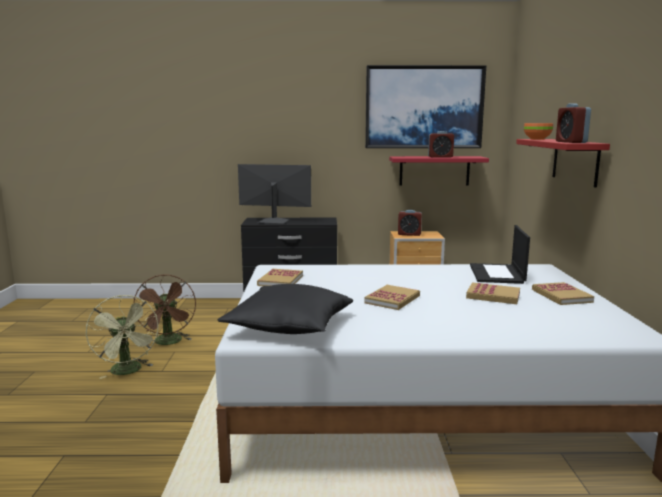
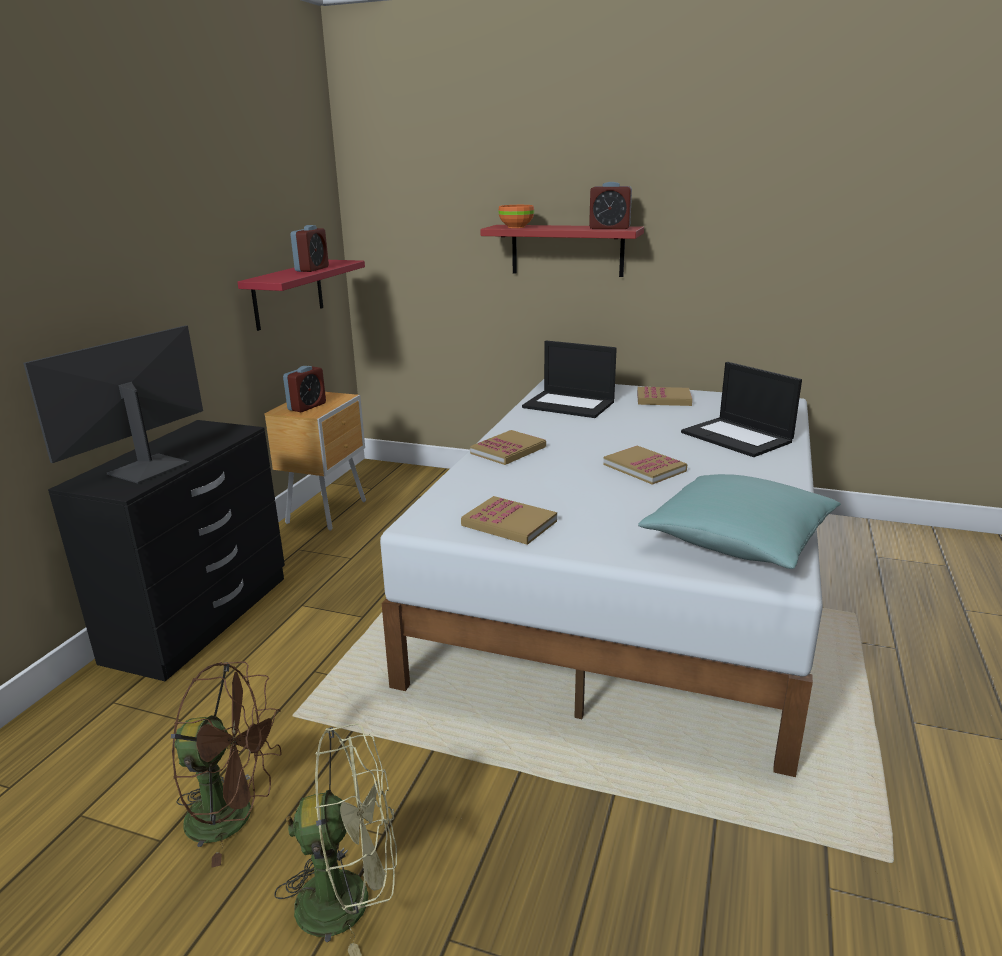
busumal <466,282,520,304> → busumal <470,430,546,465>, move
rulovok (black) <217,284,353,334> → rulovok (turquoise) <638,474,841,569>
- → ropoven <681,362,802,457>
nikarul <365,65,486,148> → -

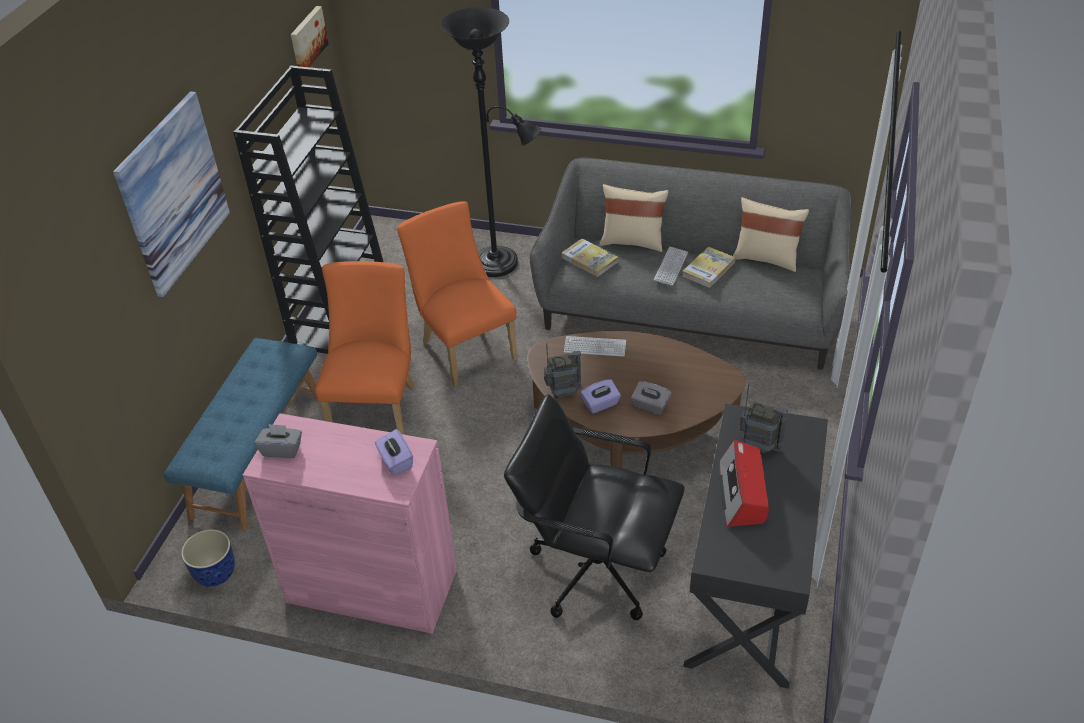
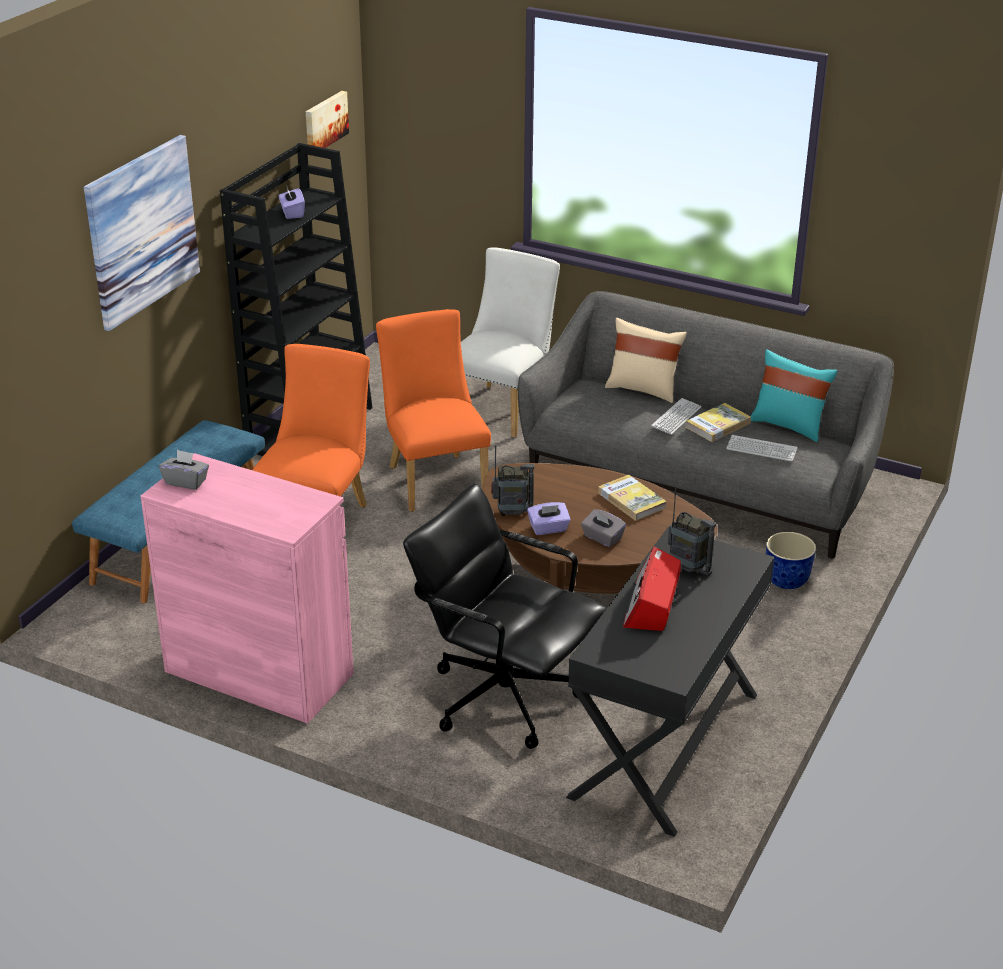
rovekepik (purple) <375,429,413,475> → rovekepik (purple) <279,185,305,219>, move
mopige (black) <440,7,541,277> → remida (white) <461,248,560,438>
busumal <562,238,618,277> → busumal <598,475,667,521>, move
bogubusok <564,336,626,357> → bogubusok <726,435,797,462>, move
rulovok (beige) <733,197,809,272> → rulovok (turquoise) <751,349,838,442>
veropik <181,529,235,587> → veropik <766,532,816,589>, move

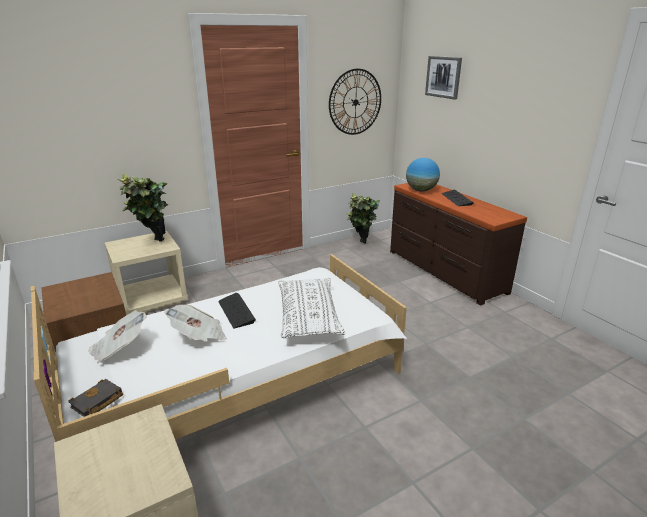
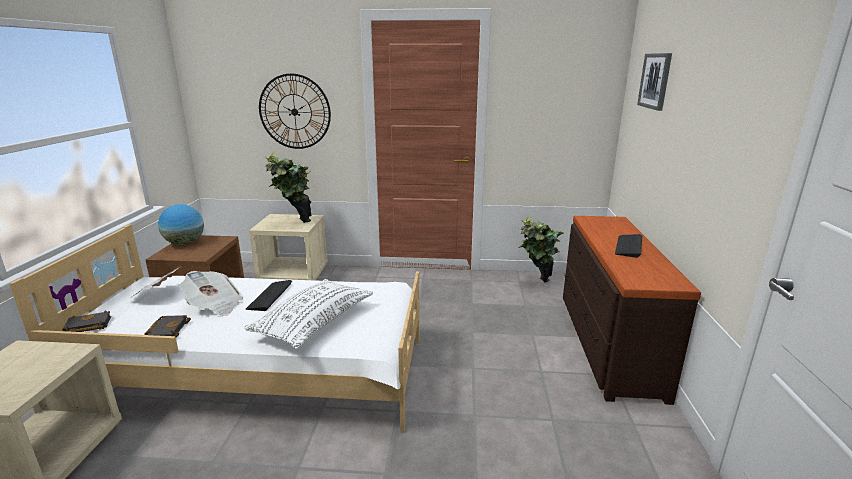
- → busumal (black) <144,315,191,337>
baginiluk <406,158,440,191> → baginiluk <158,204,204,245>, move
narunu <329,69,381,135> → narunu <259,73,331,149>, move

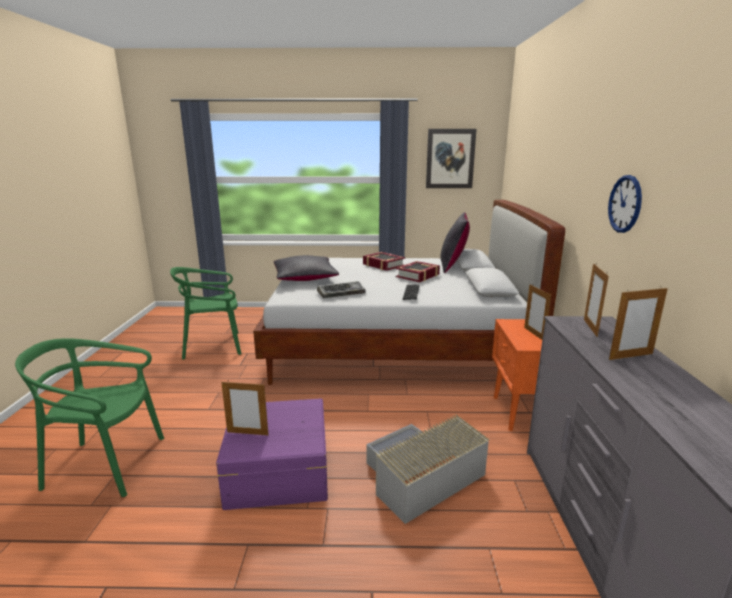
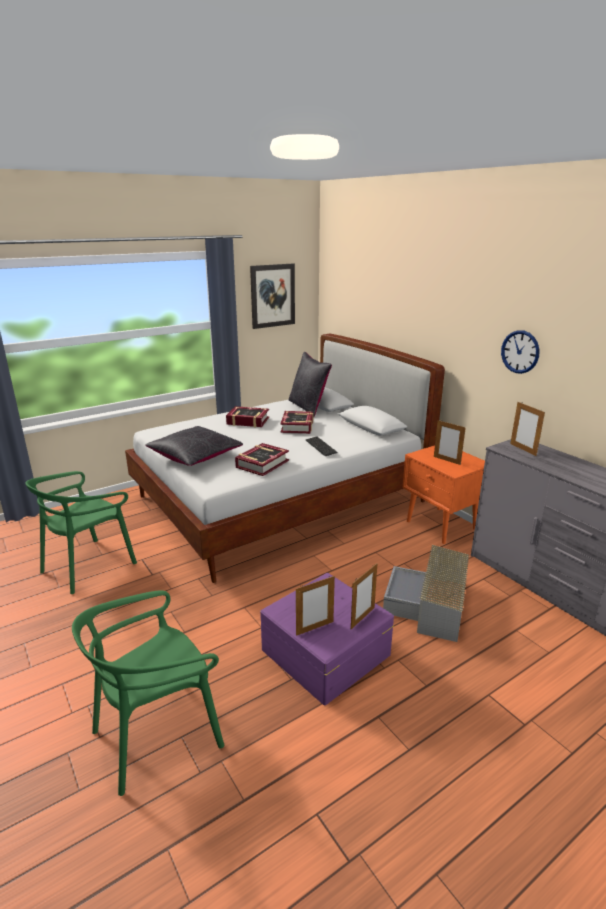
bogubusok <317,281,365,298> → busumal <235,443,289,476>
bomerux <609,286,668,360> → bomerux <351,563,378,629>, move

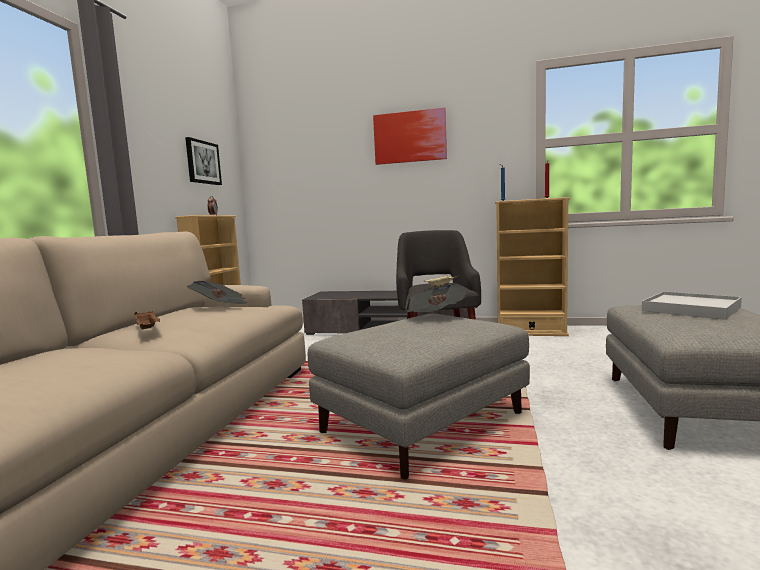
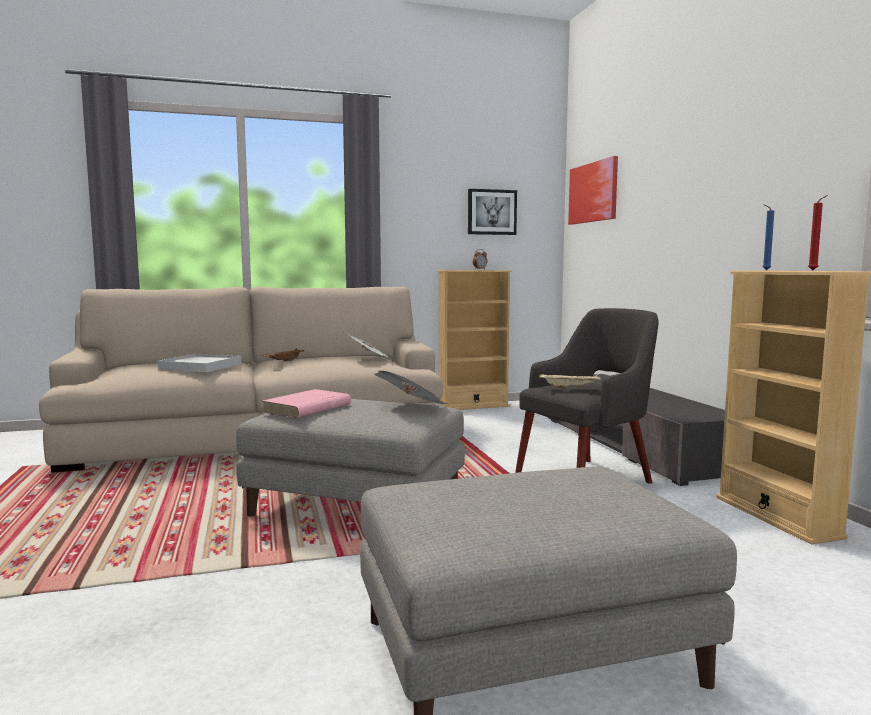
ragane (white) <642,291,742,320> → ragane (white) <158,354,241,372>, move
- → busumal (pink) <263,389,351,418>
nikarul <373,108,447,165> → nikarul <568,156,618,225>, move

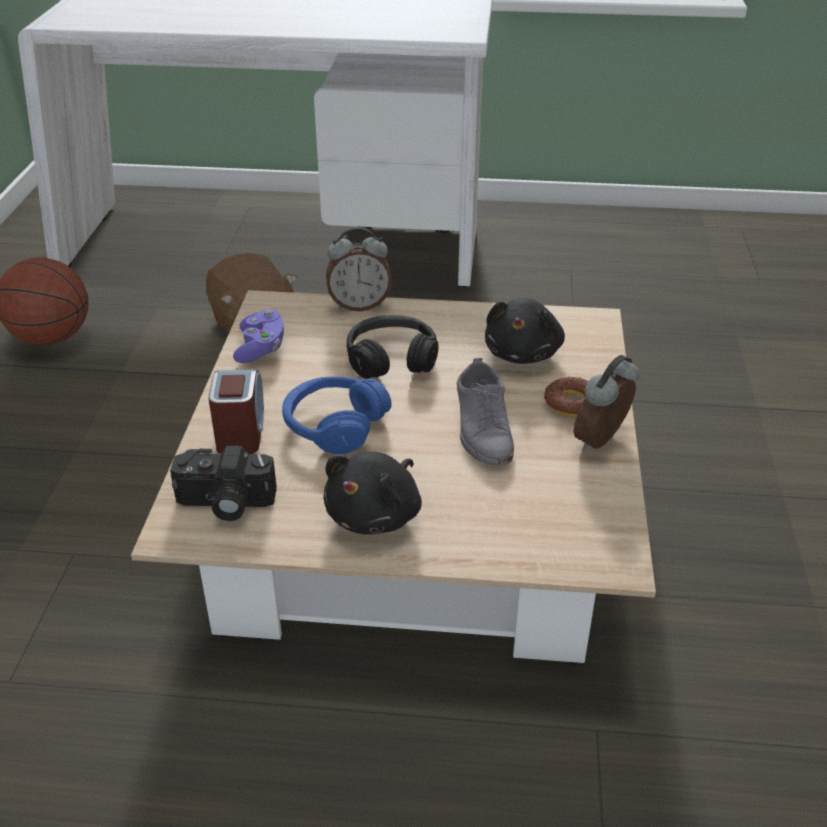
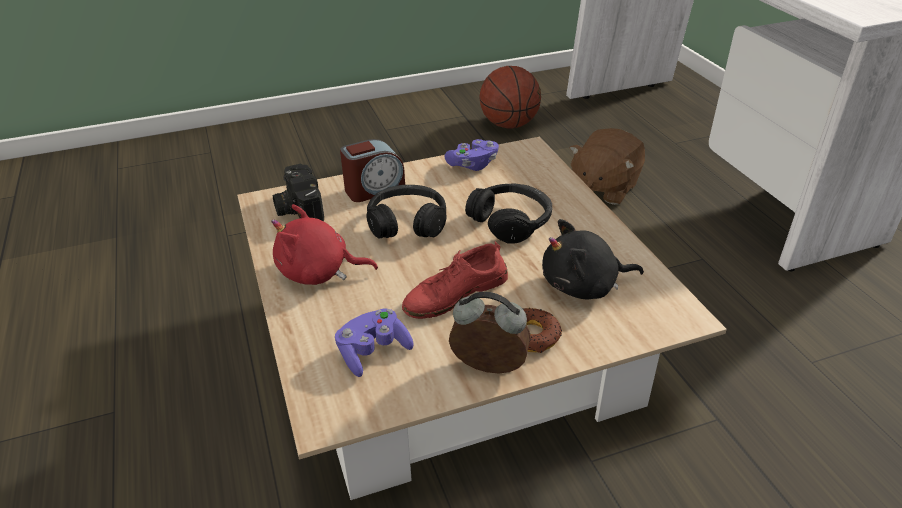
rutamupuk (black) <323,451,422,534> → rutamupuk (red) <271,204,378,285>
- → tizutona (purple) <335,308,414,377>
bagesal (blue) <282,376,392,454> → bagesal (black) <366,185,446,238>
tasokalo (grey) <457,358,514,465> → tasokalo (red) <402,242,508,319>
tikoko <326,227,392,312> → -

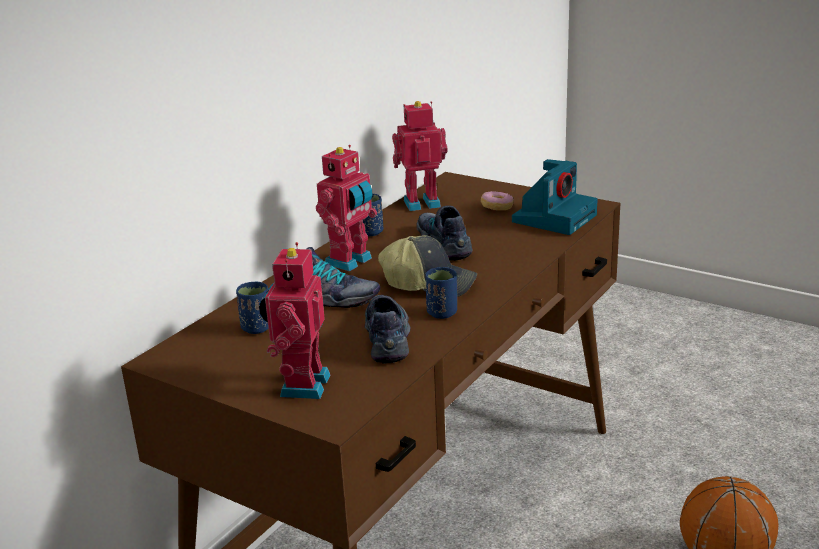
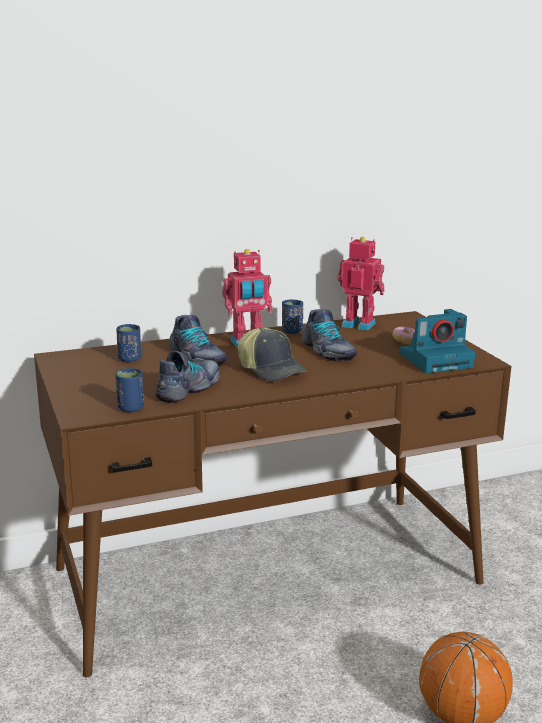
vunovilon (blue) <425,267,457,319> → vunovilon (blue) <115,368,144,412>, move
tasokalo <416,206,472,261> → tasokalo <302,309,358,362>, 135 degrees clockwise
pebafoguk <259,242,330,399> → -

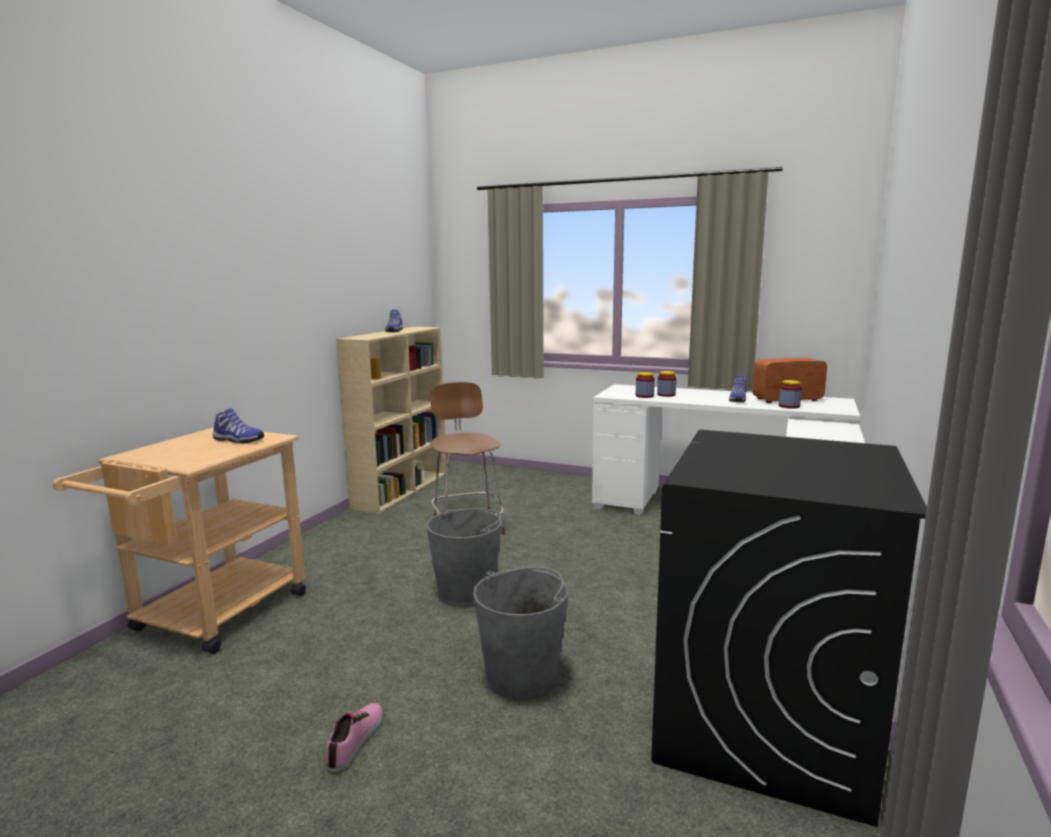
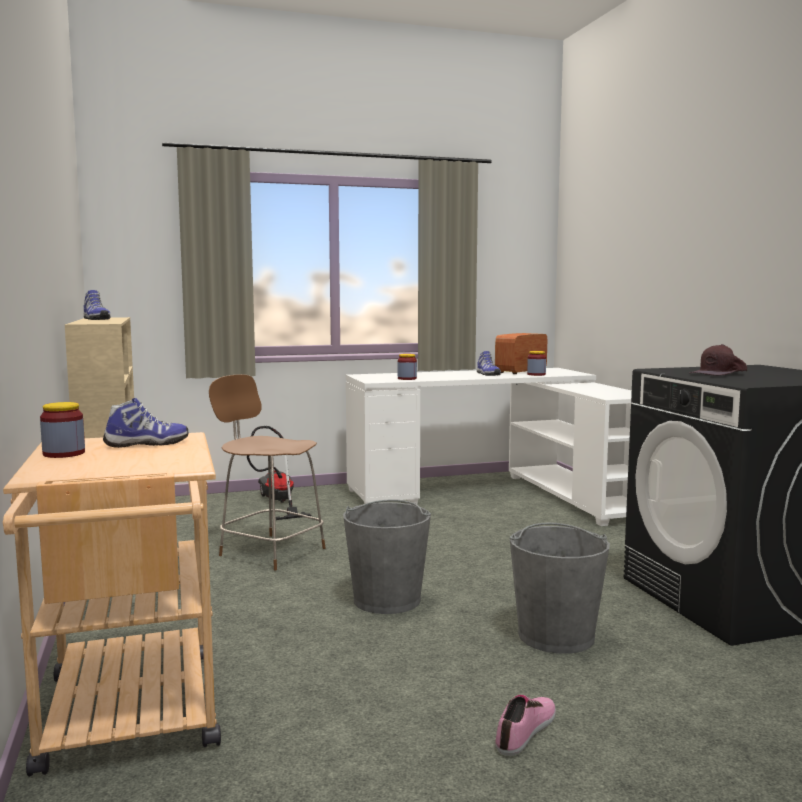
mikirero <657,371,676,397> → mikirero <40,402,85,458>, move
- → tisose <247,426,311,520>
tasokalo <325,703,383,772> → tasokalo <495,695,556,756>, 60 degrees clockwise
- → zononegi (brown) <689,344,747,376>

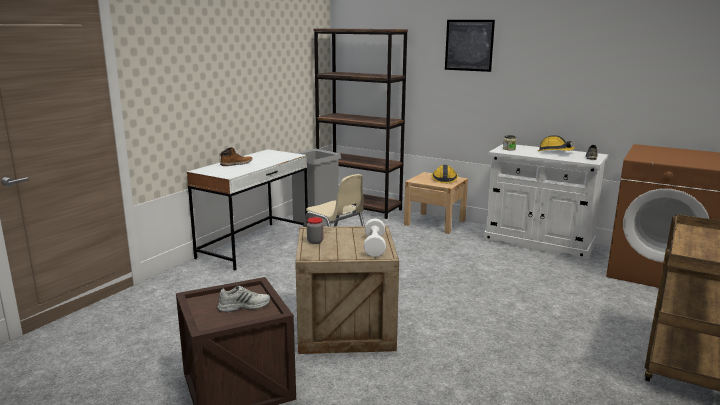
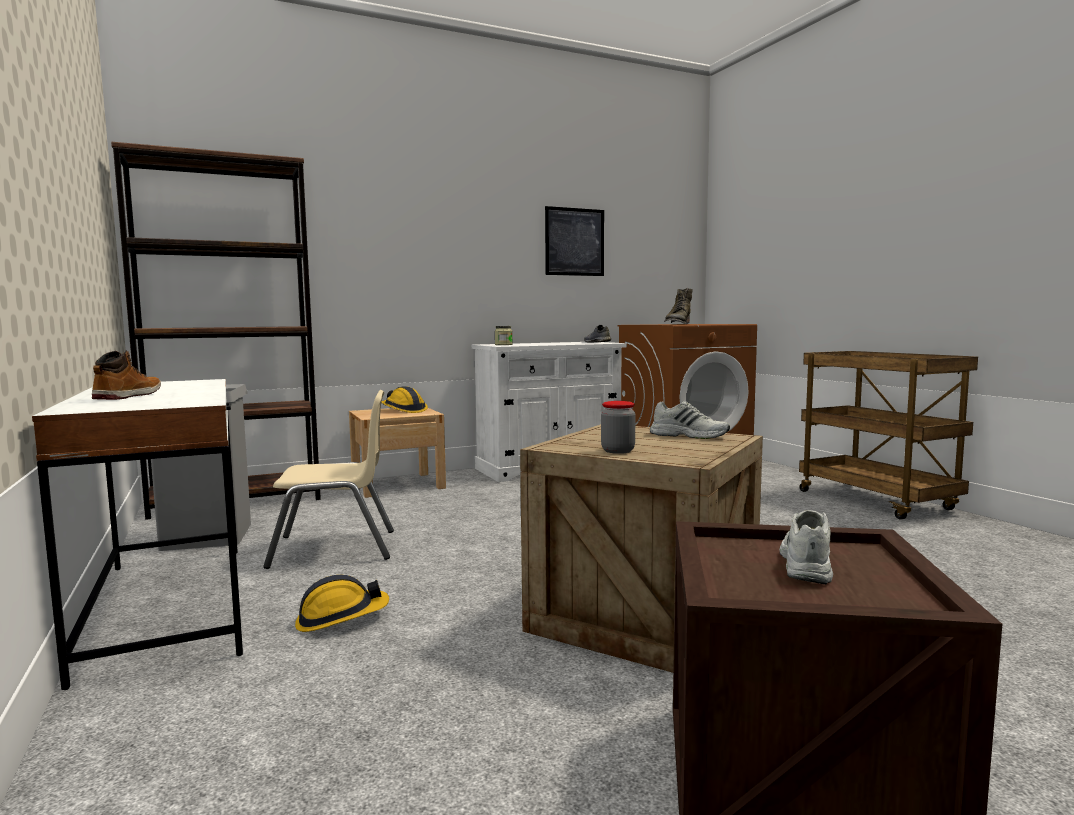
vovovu <538,135,575,151> → vovovu <295,575,389,632>, move
nikarul <445,20,495,72> → nikarul <545,206,604,276>, move
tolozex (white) <364,218,386,257> → tasokalo (white) <650,401,730,439>
- → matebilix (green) <664,288,693,324>

